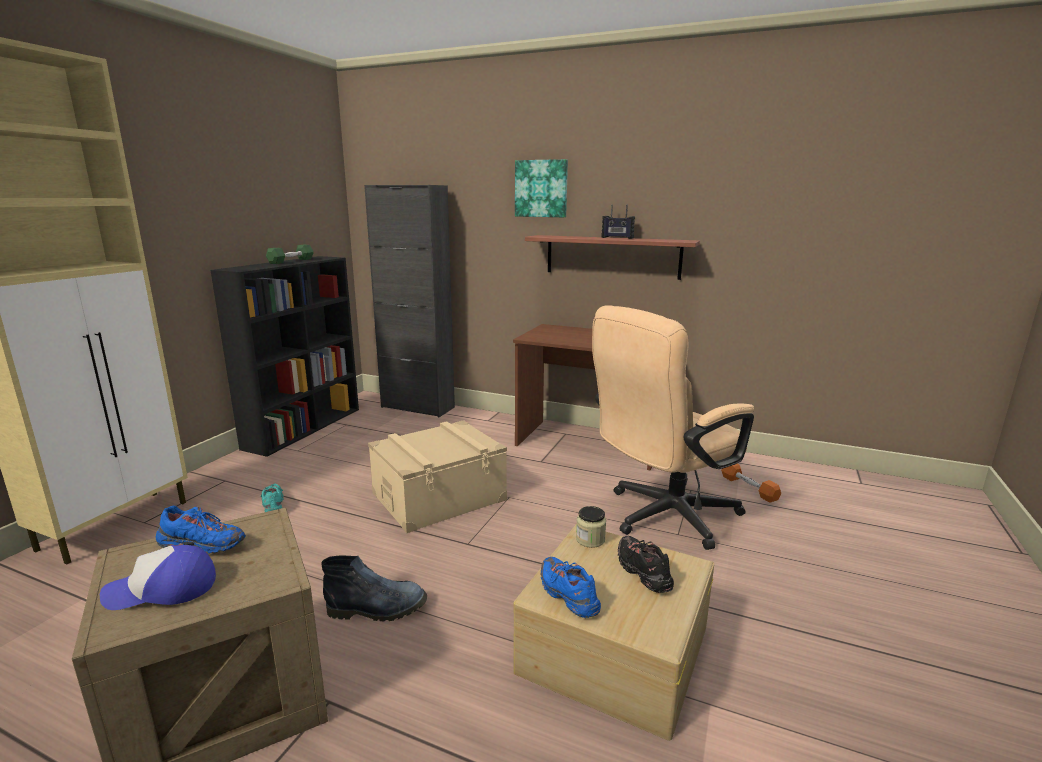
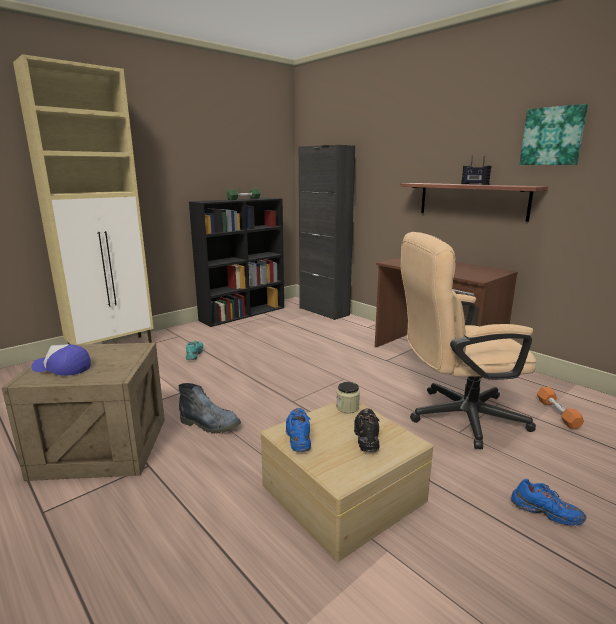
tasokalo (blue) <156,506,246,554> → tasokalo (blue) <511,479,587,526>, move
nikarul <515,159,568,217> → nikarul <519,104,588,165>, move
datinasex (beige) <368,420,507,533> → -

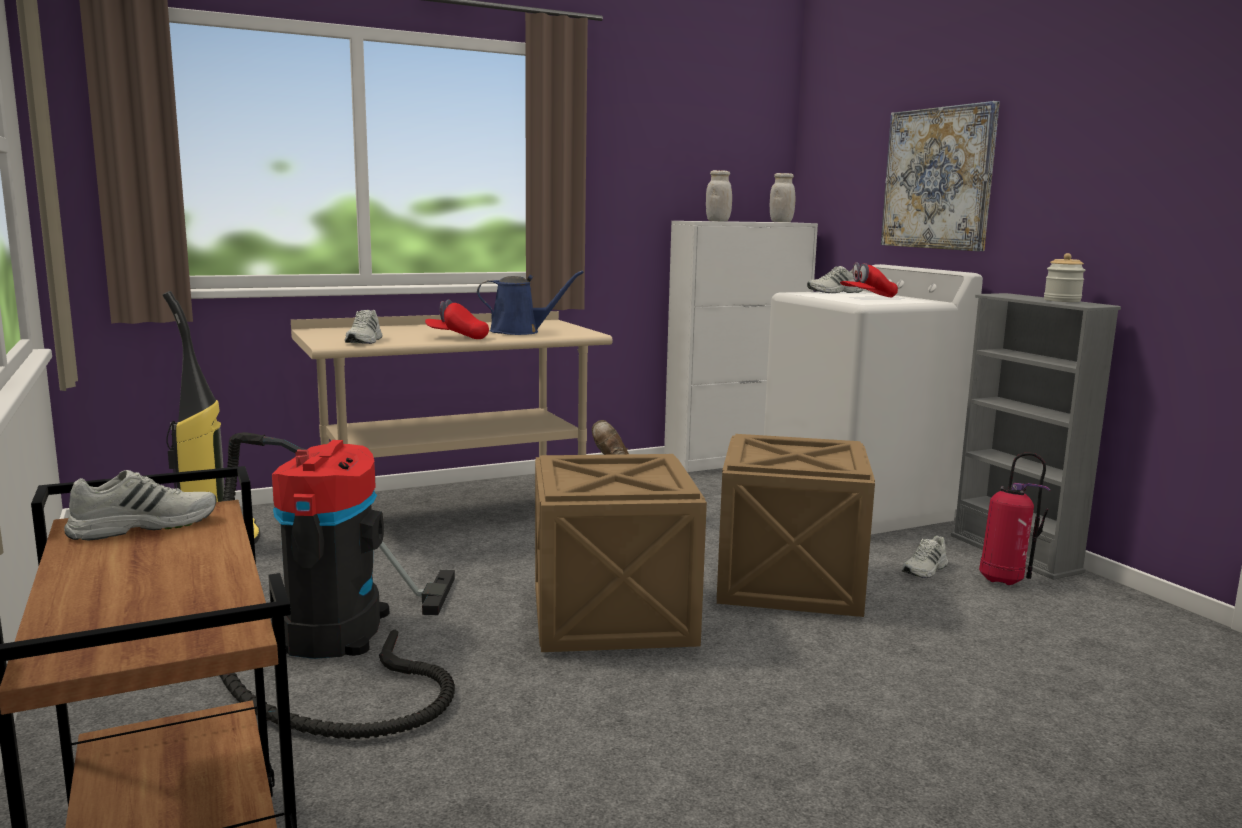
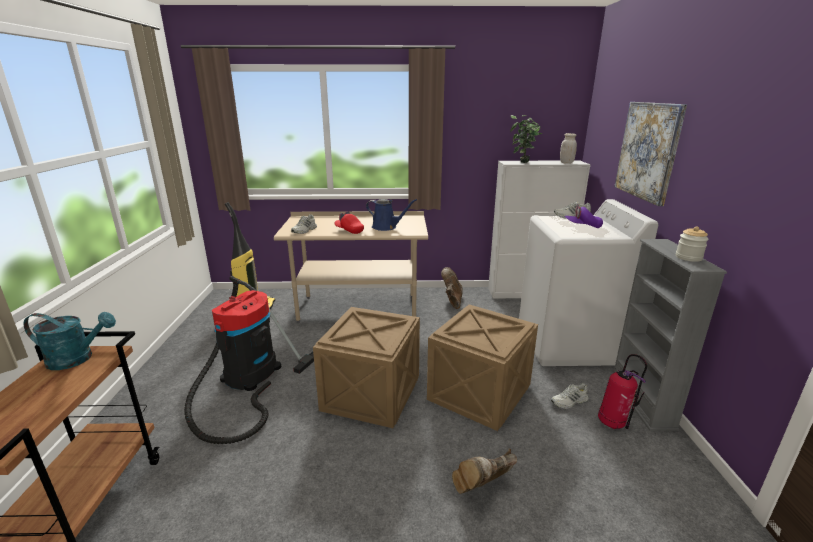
tasokalo (white) <64,470,217,540> → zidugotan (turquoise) <23,312,116,370>
- → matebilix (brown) <452,449,517,494>
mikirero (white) <706,170,732,221> → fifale <510,115,543,163>
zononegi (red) <840,262,898,297> → zononegi (purple) <565,204,603,228>

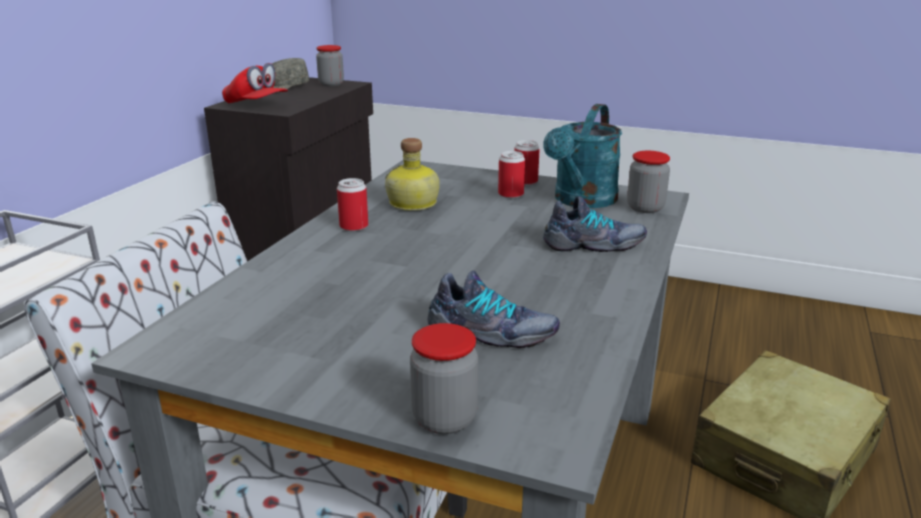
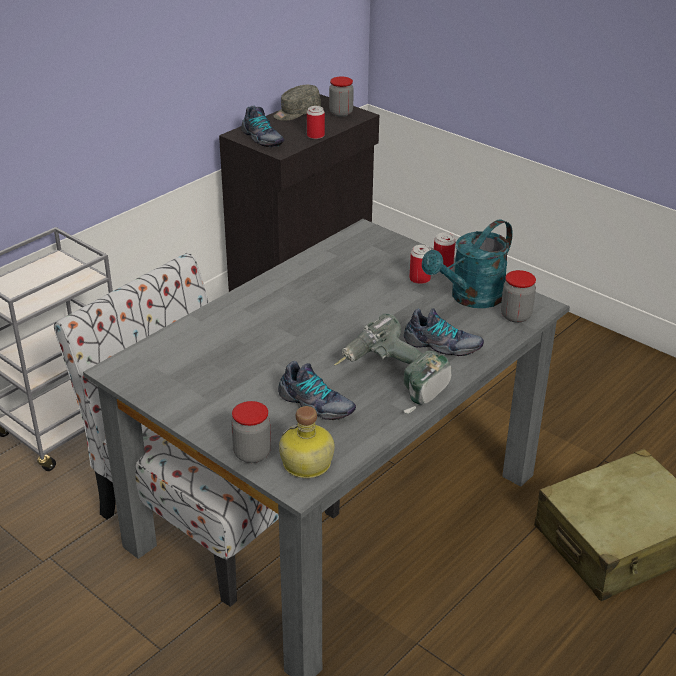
zononegi (red) <222,63,288,103> → tasokalo <241,106,285,147>
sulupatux <385,138,440,211> → sulupatux <279,406,334,478>, move
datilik <337,178,368,231> → datilik <307,106,325,139>, move
- → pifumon <334,314,452,414>

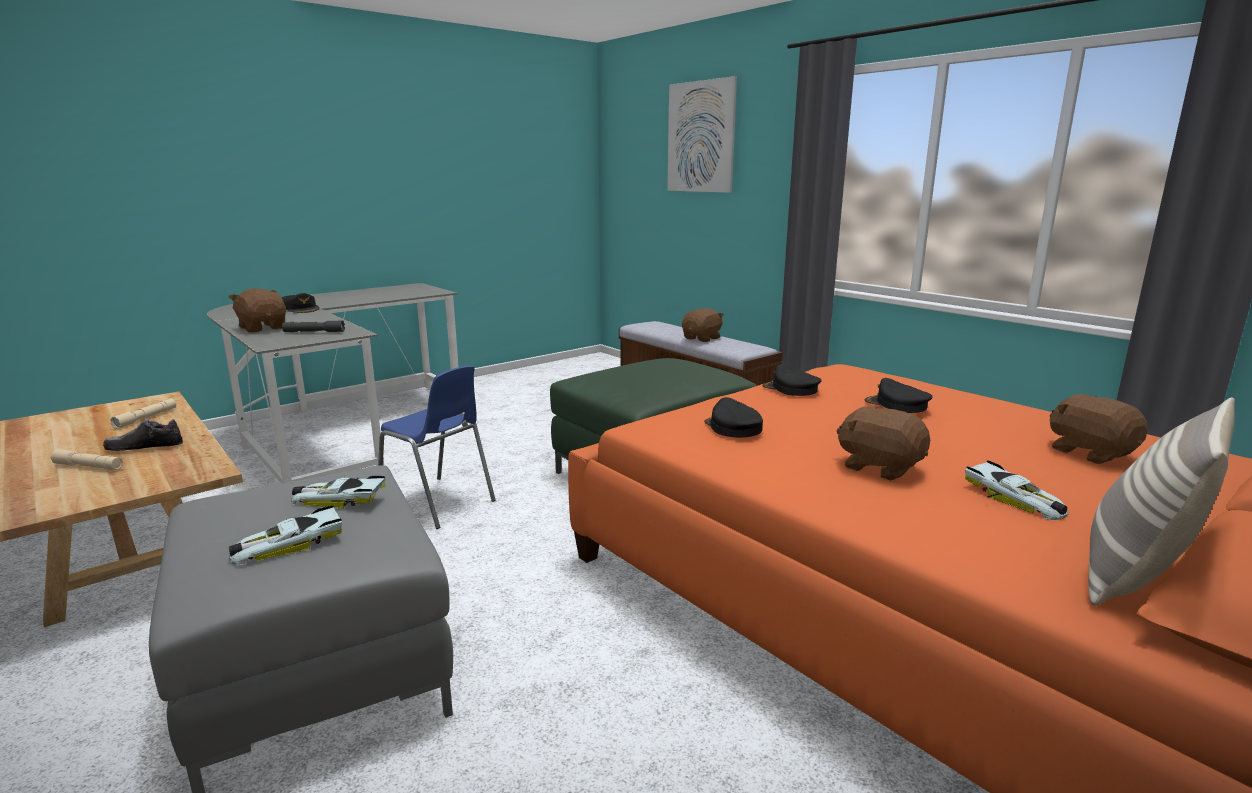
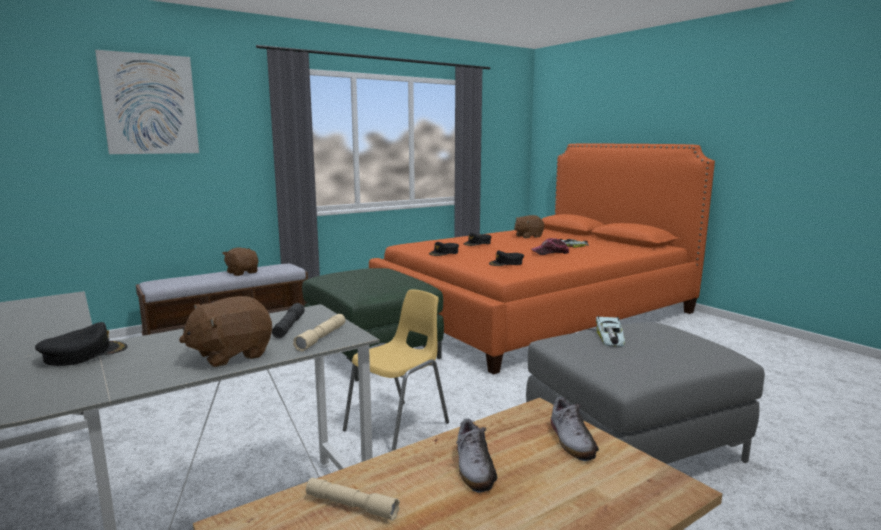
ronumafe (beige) <51,449,123,470> → ronumafe (beige) <293,314,345,352>, move
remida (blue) <378,365,496,529> → remida (yellow) <343,290,449,451>
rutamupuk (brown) <836,406,930,481> → zononegi <531,238,569,255>
- → tasokalo <549,397,599,461>
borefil <229,505,342,565> → -
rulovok <1088,398,1235,606> → -

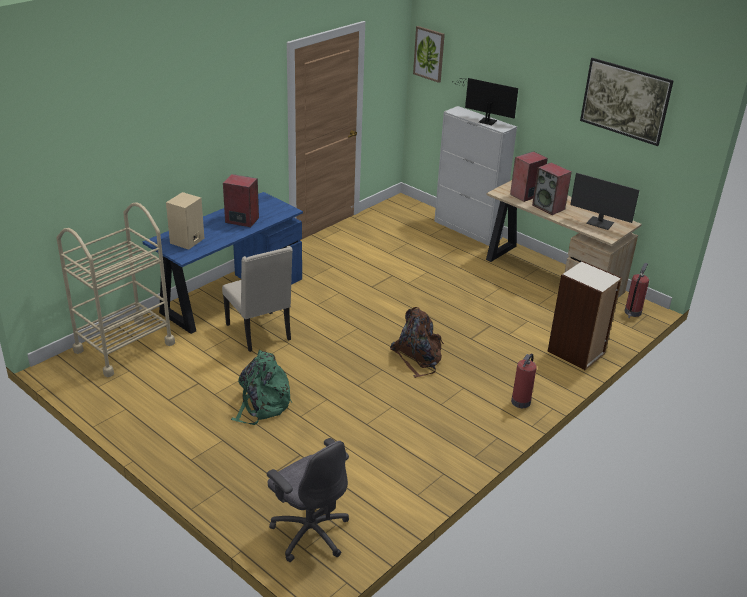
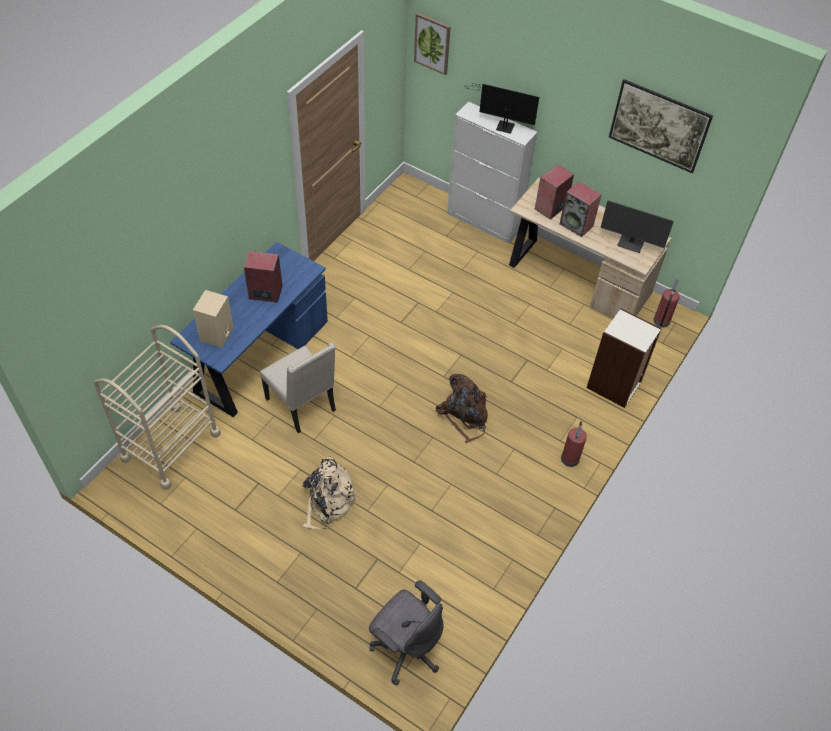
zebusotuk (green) <231,350,292,425> → zebusotuk (beige) <302,456,358,529>

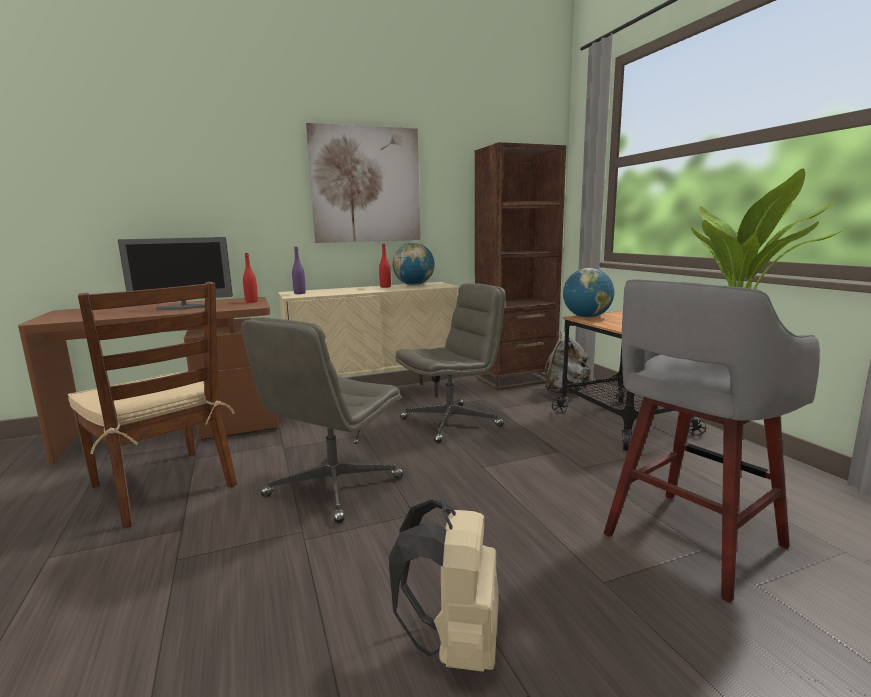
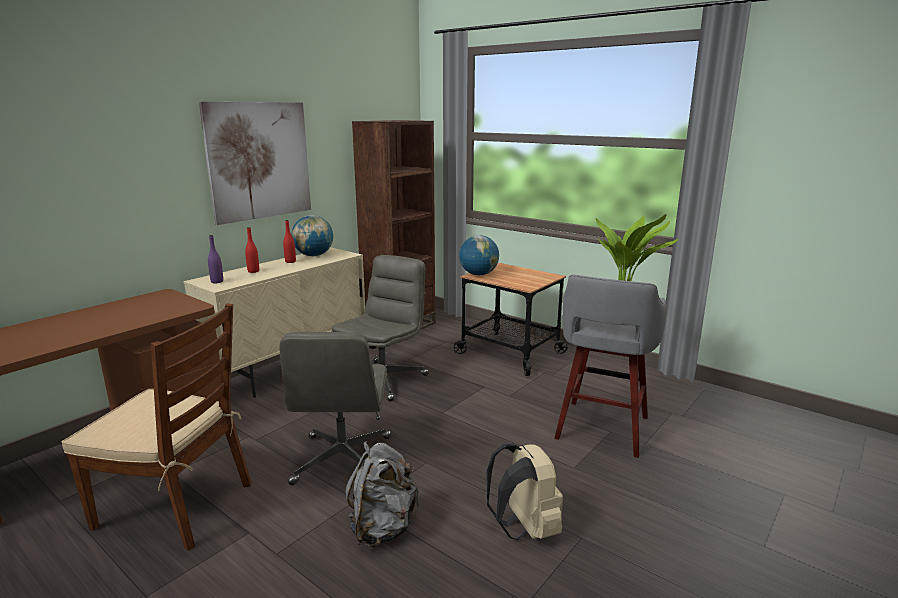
sulupatux (red) <243,253,258,303> → sulupatux (red) <245,227,259,273>, move
zebusotuk (grey) <545,331,591,394> → zebusotuk (grey) <345,441,419,548>, move
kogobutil <118,237,233,310> → -

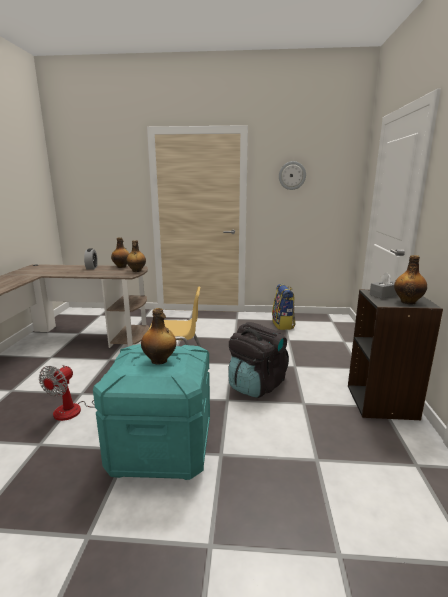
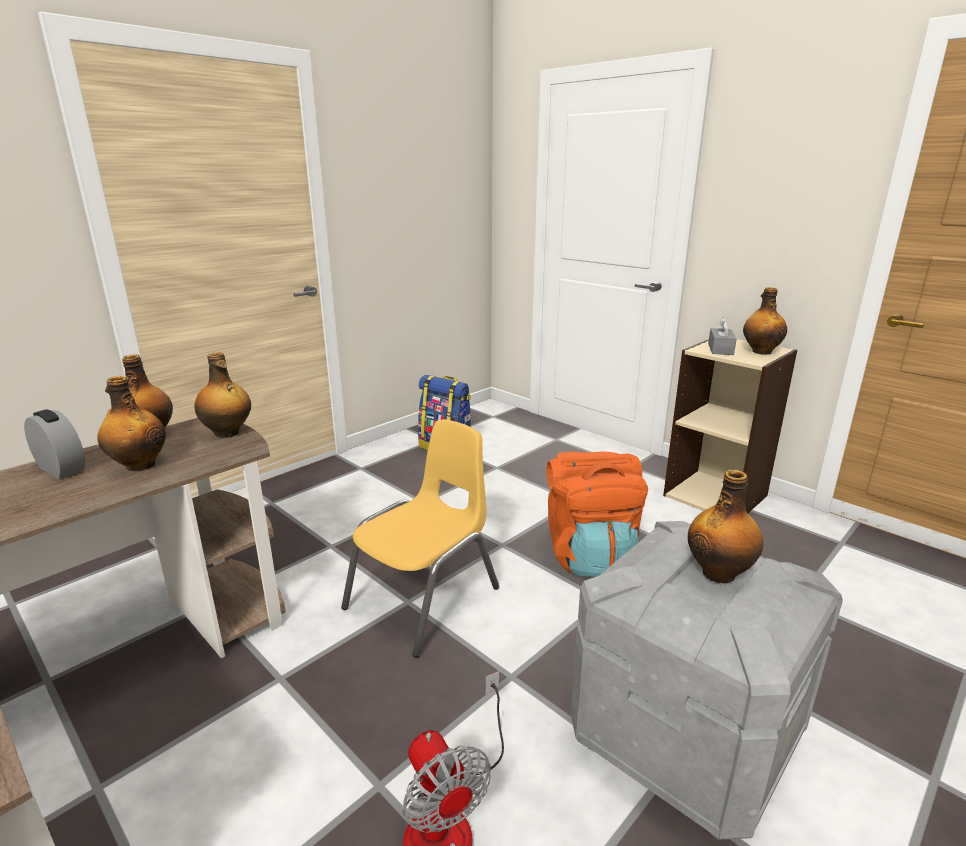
- → sulupatux <97,376,166,471>
zebusotuk (black) <228,322,289,398> → zebusotuk (orange) <547,452,648,577>
datinasex (turquoise) <93,344,210,480> → datinasex (grey) <571,521,843,840>
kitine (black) <348,289,443,420> → kitine (beige) <663,339,797,513>
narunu <279,161,306,190> → -

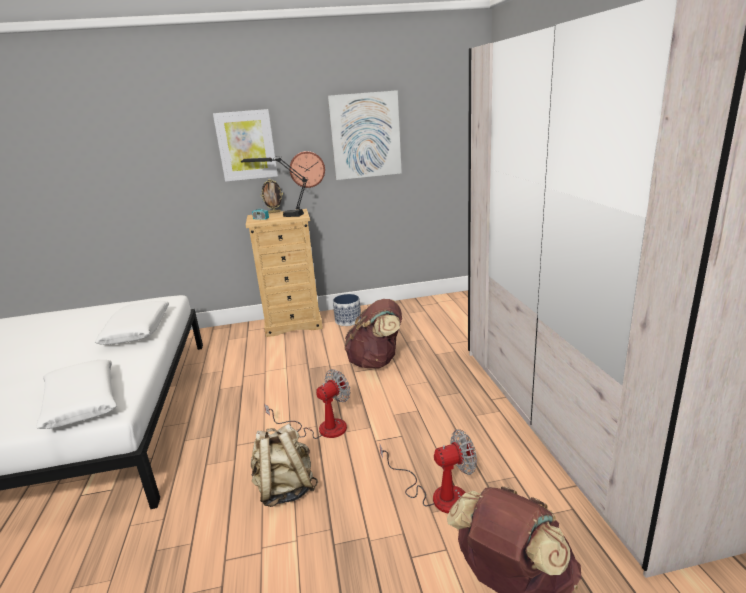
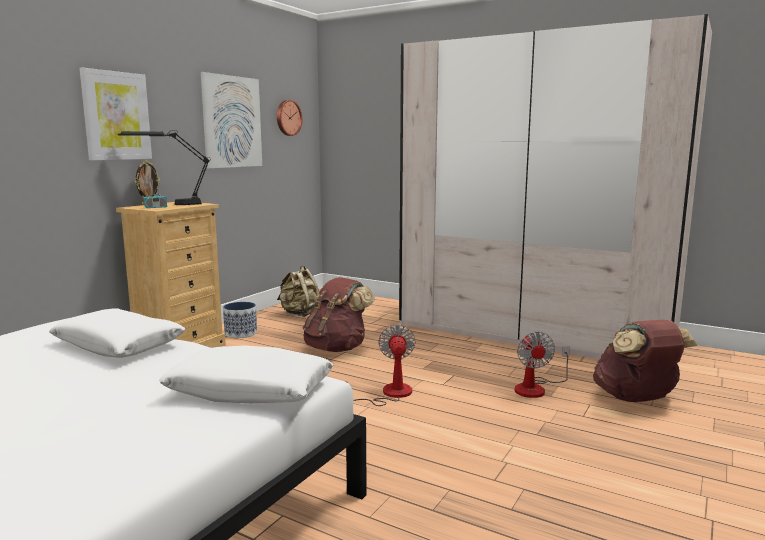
narunu <289,151,325,188> → narunu <277,100,302,136>, move
zebusotuk (beige) <251,424,318,507> → zebusotuk (beige) <277,265,319,317>, move
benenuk <380,429,477,514> → benenuk <515,332,570,398>, 150 degrees clockwise

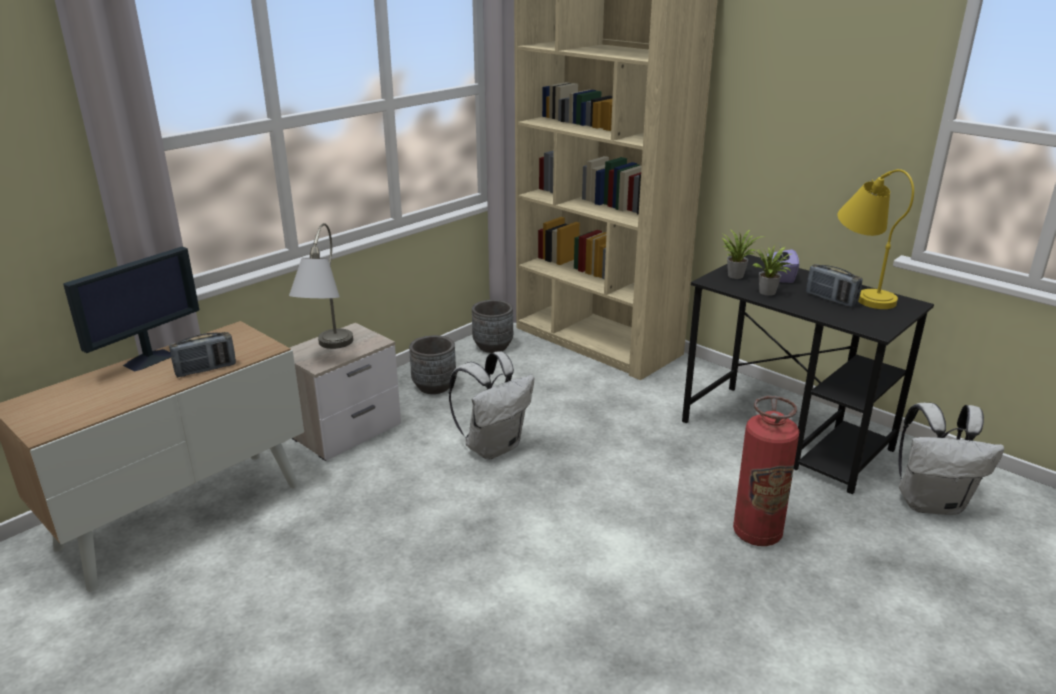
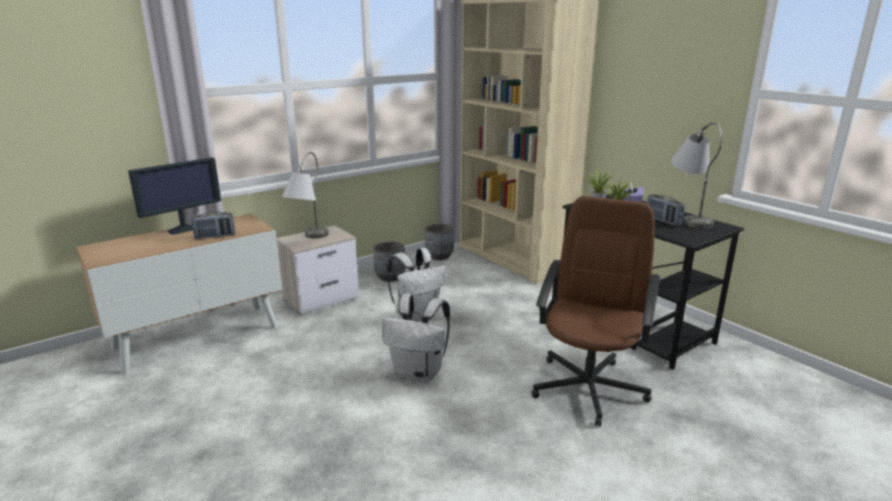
zebusotuk (white) <899,403,1004,515> → zebusotuk (white) <382,294,450,382>, move
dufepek <733,396,799,546> → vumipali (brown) <532,196,660,426>
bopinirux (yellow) <838,169,914,309> → bopinirux (grey) <671,123,722,229>

